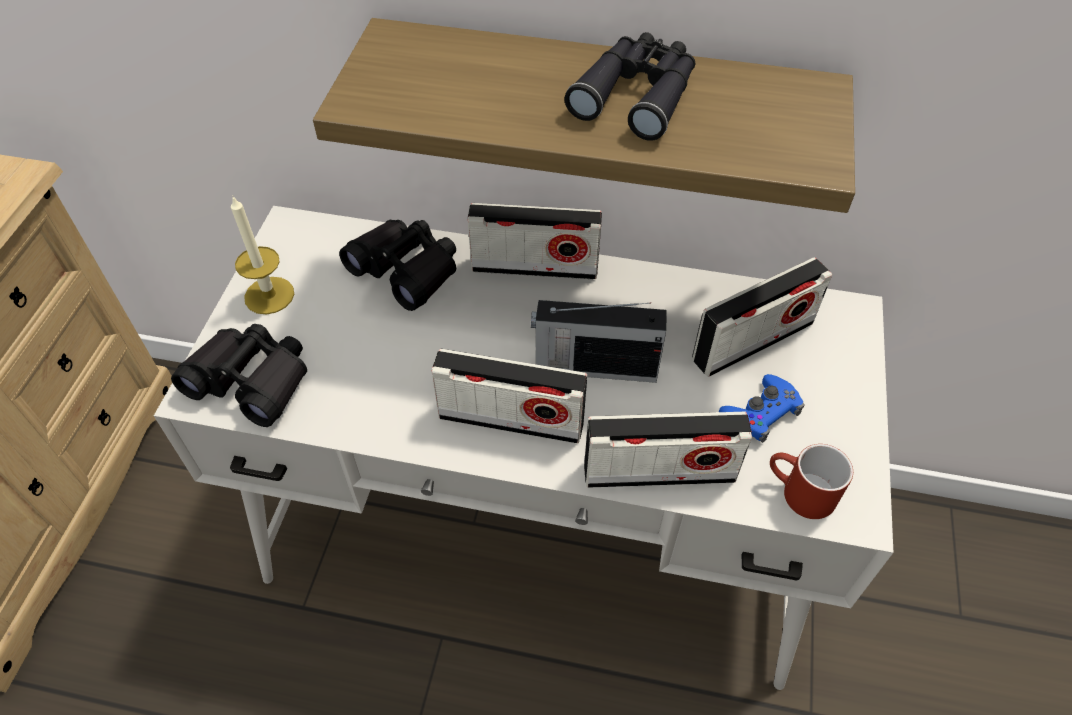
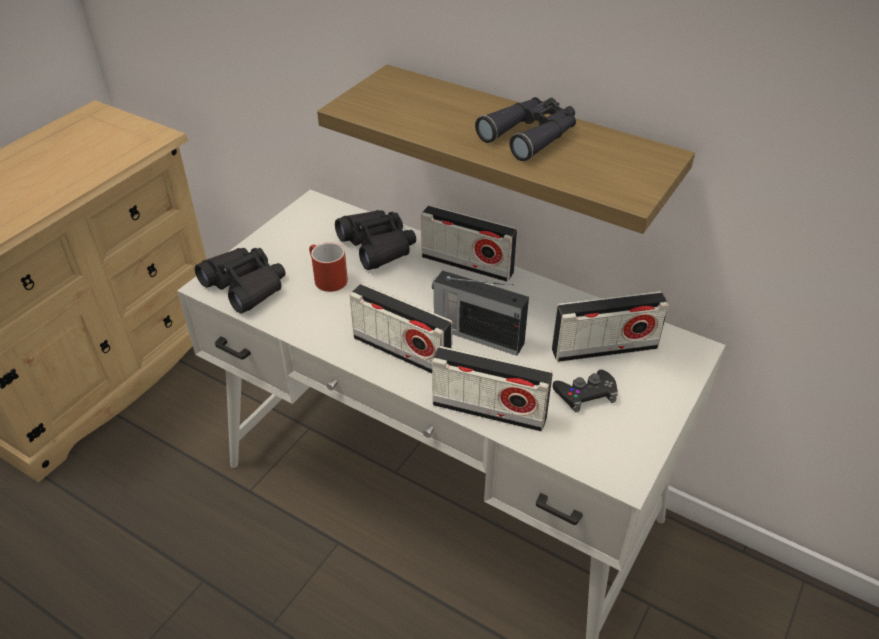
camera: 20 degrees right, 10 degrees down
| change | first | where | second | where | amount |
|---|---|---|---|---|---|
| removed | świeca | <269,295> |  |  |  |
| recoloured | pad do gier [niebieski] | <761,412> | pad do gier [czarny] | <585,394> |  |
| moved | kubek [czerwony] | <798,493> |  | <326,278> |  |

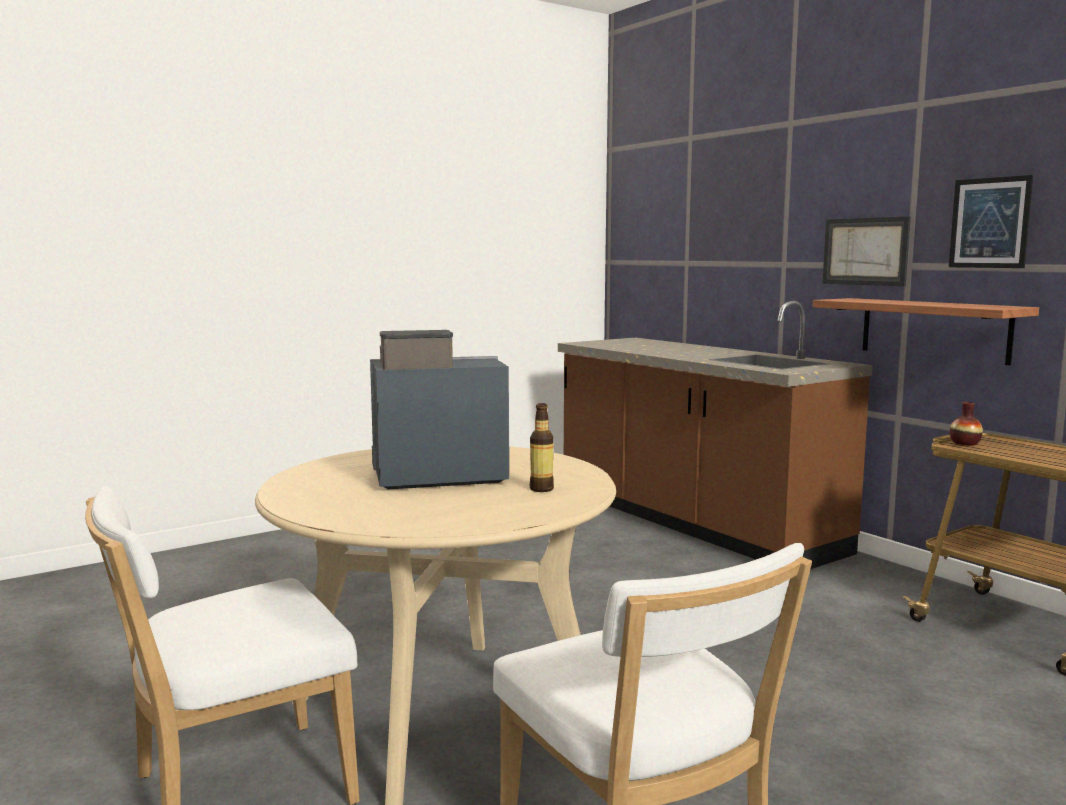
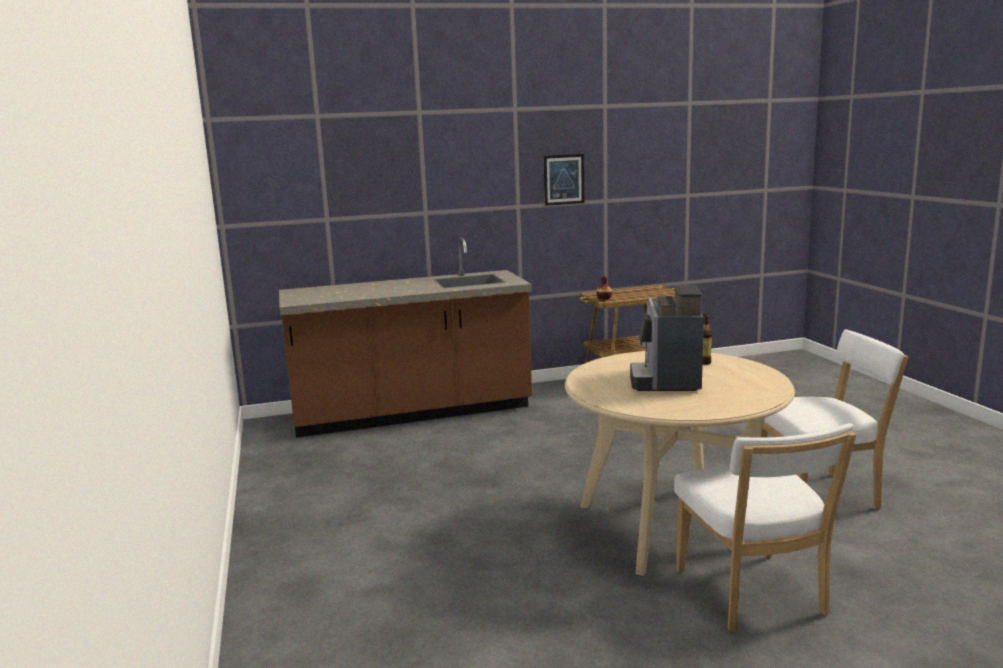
camera: 70 degrees left, 5 degrees up
| change | first | where | second | where | amount |
|---|---|---|---|---|---|
| removed | obraz | <865,251> |  |  |  |
| removed | półka | <934,329> |  |  |  |

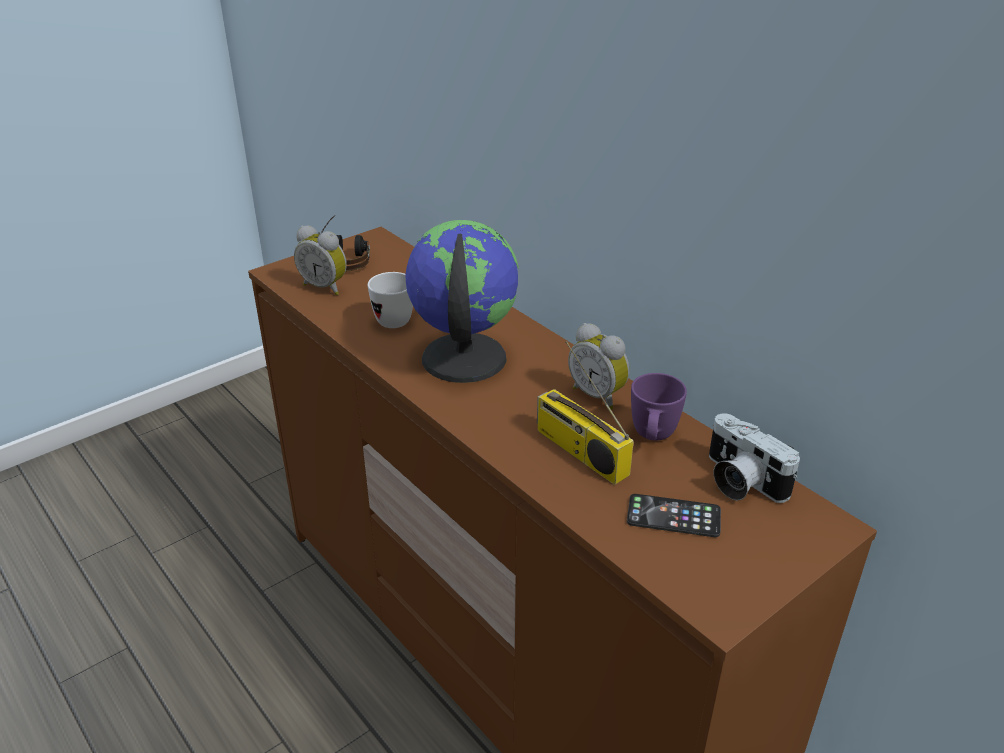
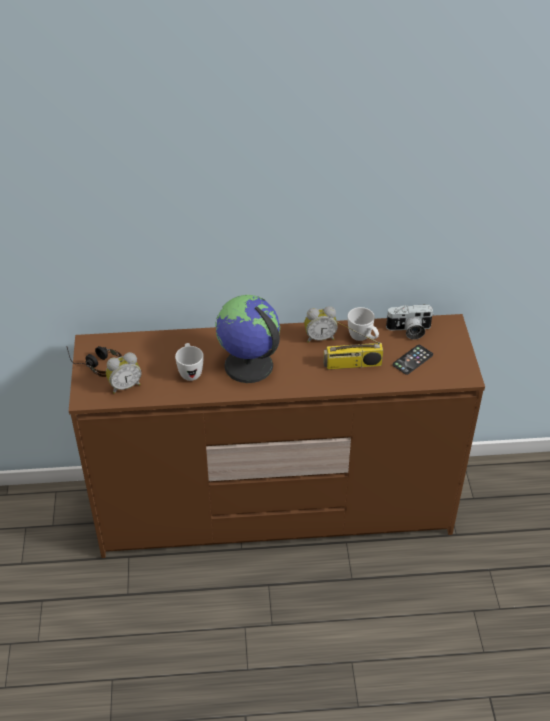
camera: 55 degrees left, 10 degrees up
| change | first | where | second | where | amount |
|---|---|---|---|---|---|
| recoloured | kubek [fioletowy] | <652,438> | kubek [biały] | <363,338> |  |

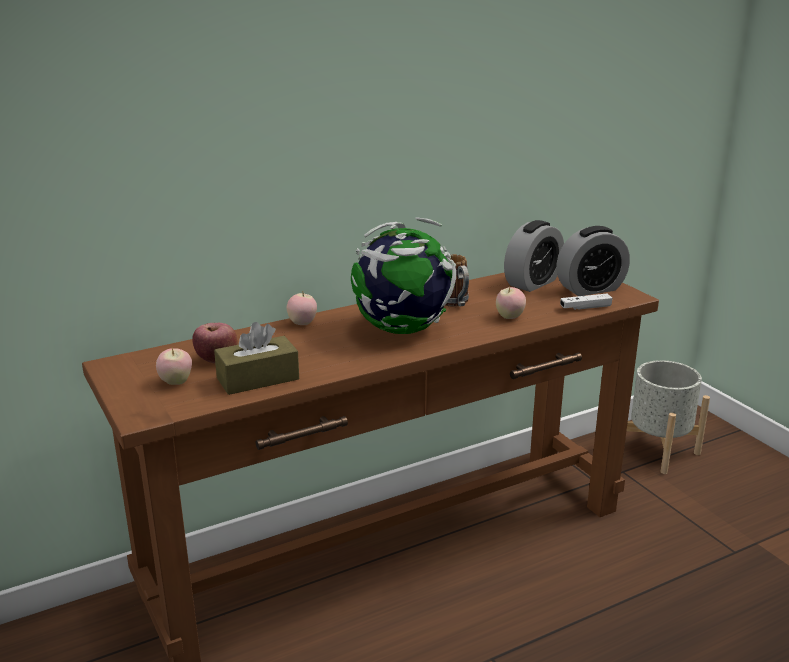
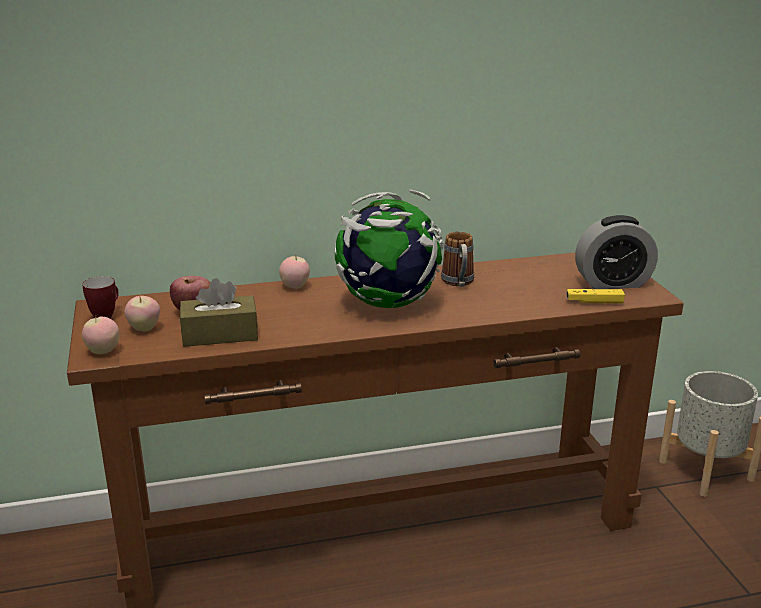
camera: 15 degrees right, 0 degrees up
| change | first | where | second | where | amount |
|---|---|---|---|---|---|
| removed | budzik | <532,283> |  |  |  |
| moved | jabłko | <509,317> |  | <103,351> |  |
| recoloured | pad do gier [biały] | <585,307> | pad do gier [żółty] | <594,302> |  |
| added |  |  | kubek | <106,315> |  |

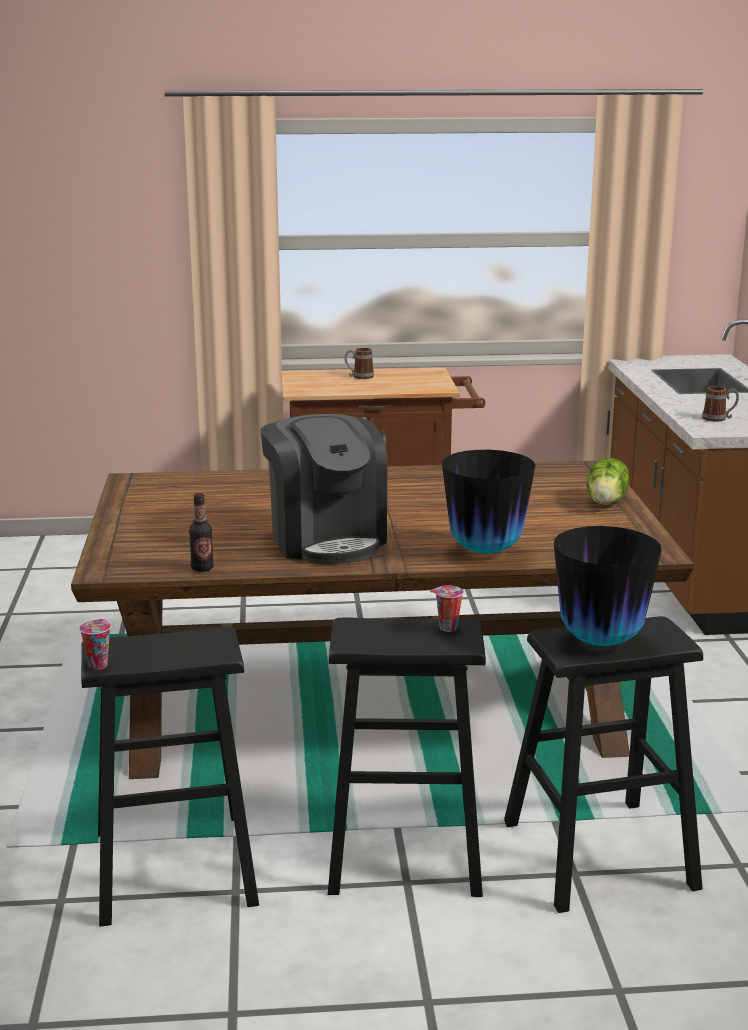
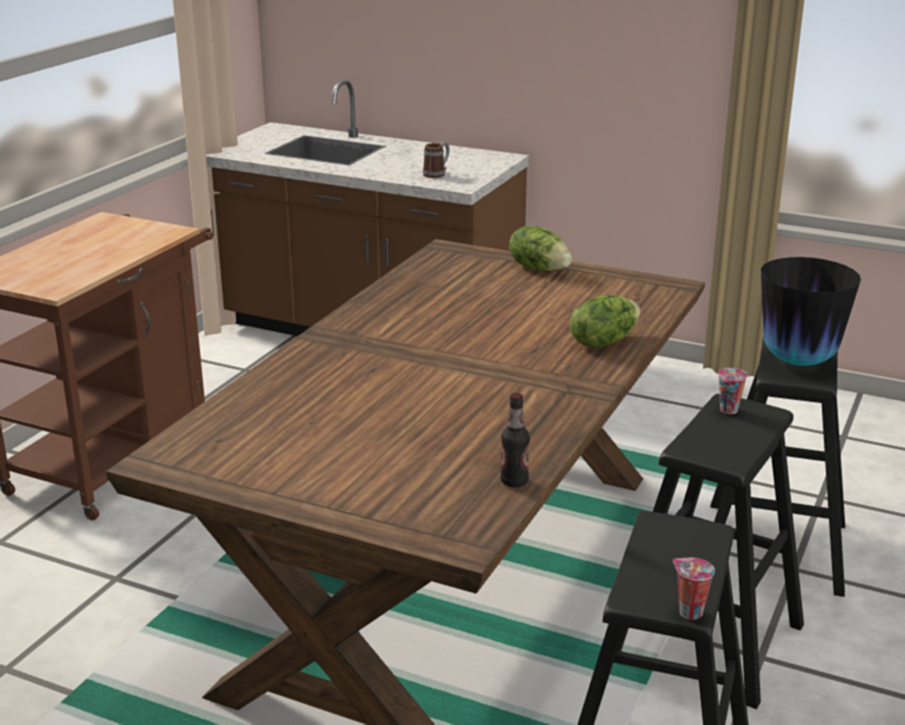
camera: 60 degrees left, 5 degrees up
| change | first | where | second | where | amount |
|---|---|---|---|---|---|
| removed | kubek | <359,377> |  |  |  |
| removed | ekspres do kawy | <326,539> |  |  |  |
| replaced | wazon | <485,550> | sałata | <603,341> |  |

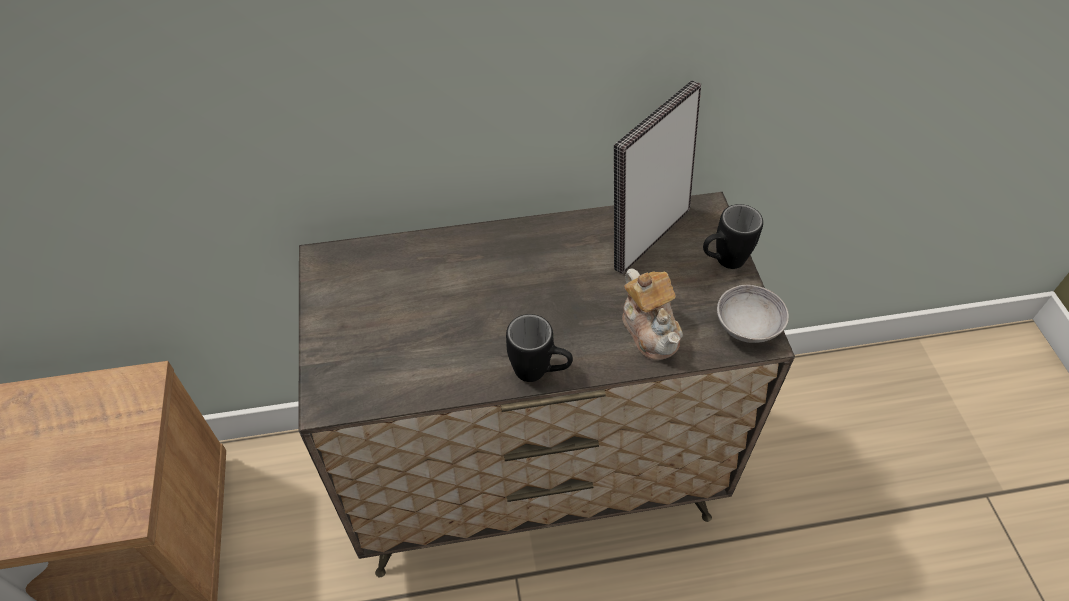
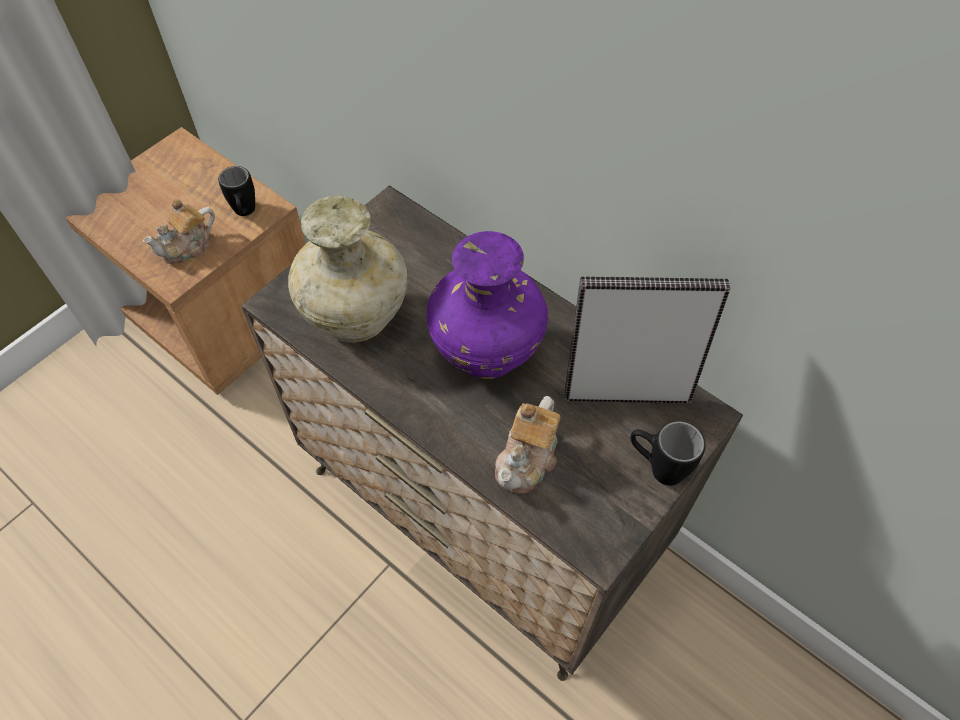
camera: 50 degrees right, 5 degrees up
| change | first | where | second | where | amount |
|---|---|---|---|---|---|
| removed | miska [szary] | <747,326> |  |  |  |
| moved | kubek [czarny] | <540,373> |  | <245,213> |  |
| added |  |  | wazon [beżowy] | <358,317> |  |
| added |  |  | imbryk | <188,247> |  |
| added |  |  | wazon [fioletowy] | <487,350> |  |

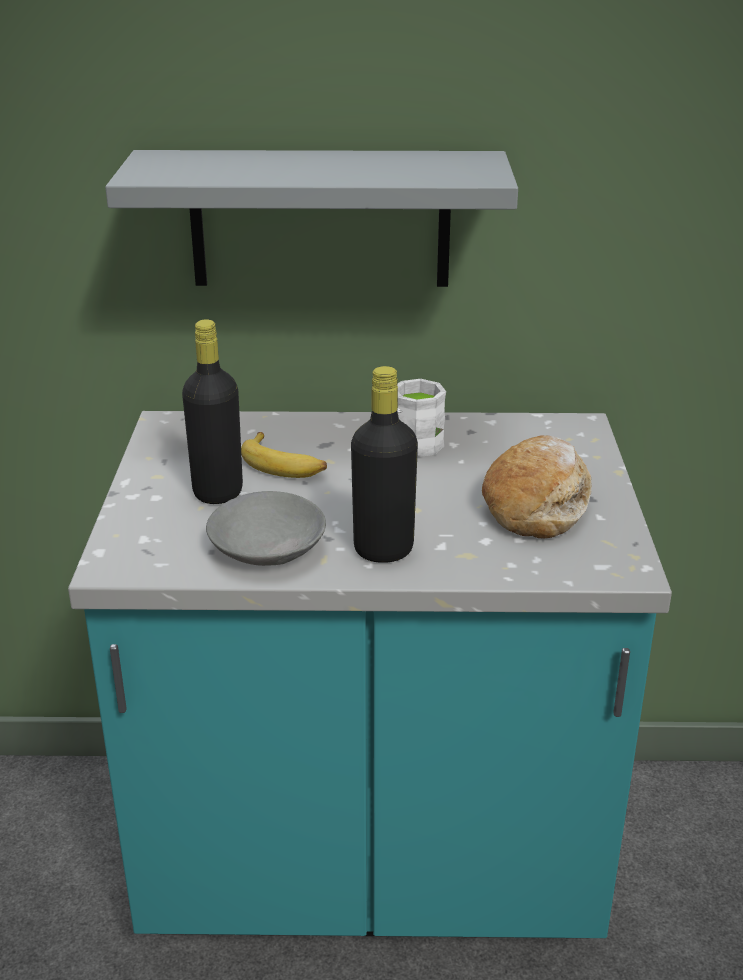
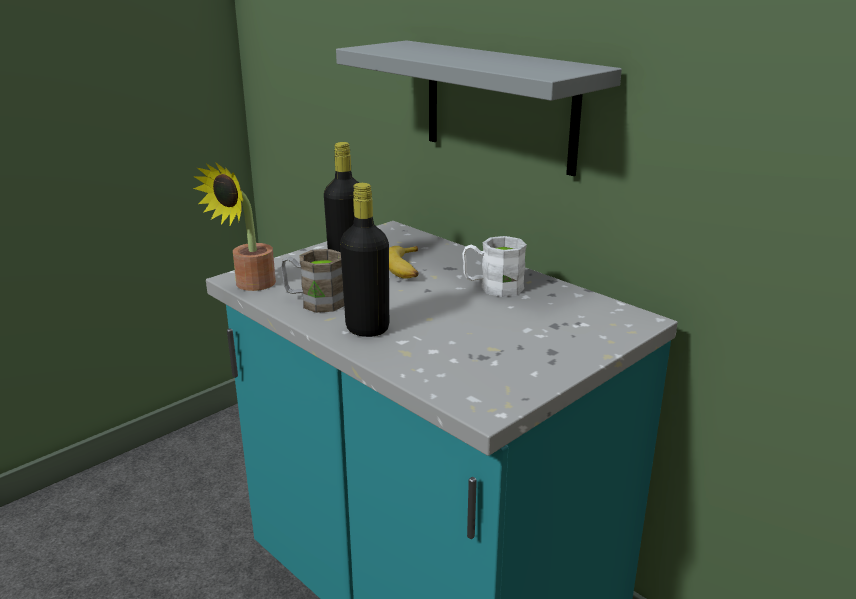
camera: 45 degrees right, 5 degrees down
| change | first | where | second | where | amount |
|---|---|---|---|---|---|
| removed | chleb | <537,503> |  |  |  |
| replaced | miska [szary] | <268,549> | kubek [brązowy] | <314,302> |  |
| added |  |  | roślina doniczkowa | <249,285> |  |

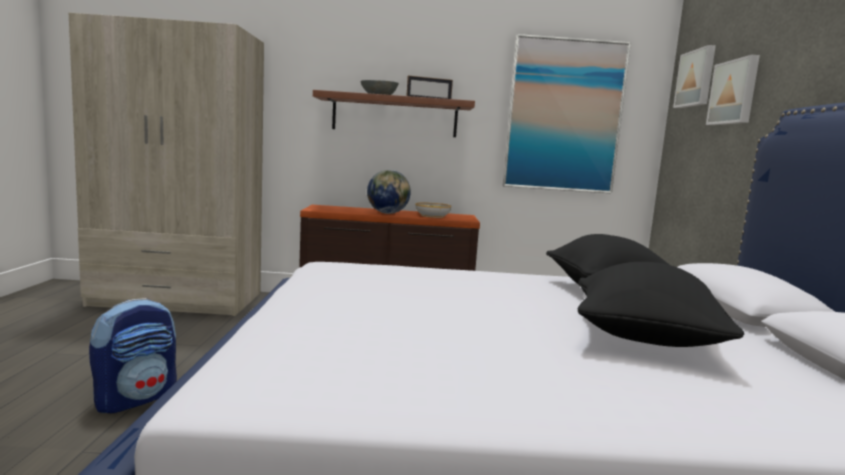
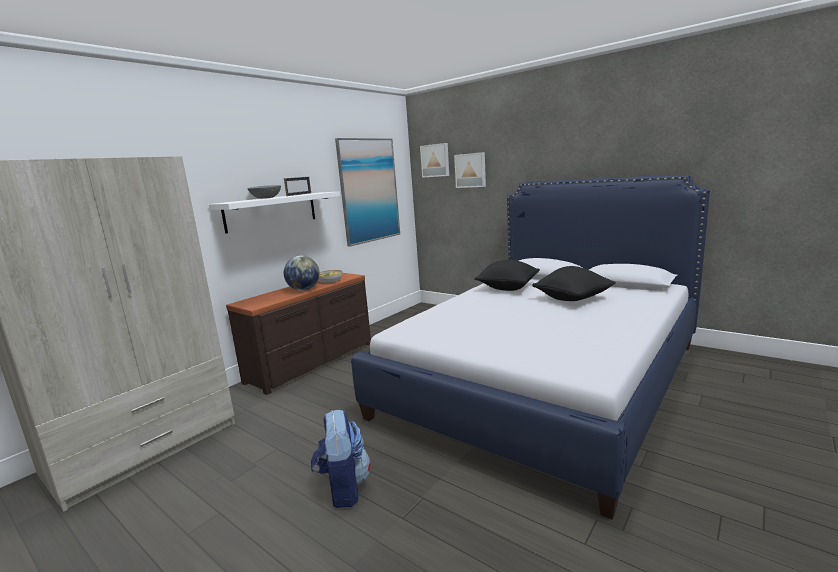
camera: 50 degrees left, 5 degrees up
| change | first | where | second | where | amount |
|---|---|---|---|---|---|
| recoloured | półka [brązowy] | <395,116> | półka [biały] | <271,211> |  |

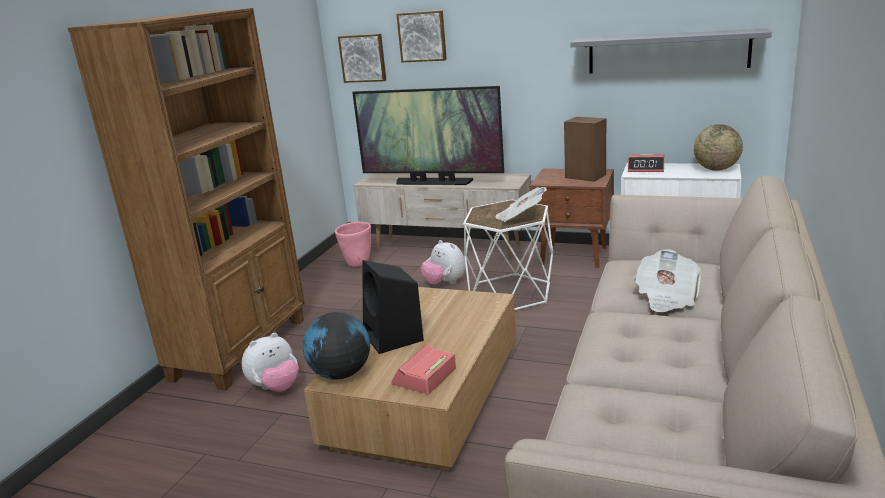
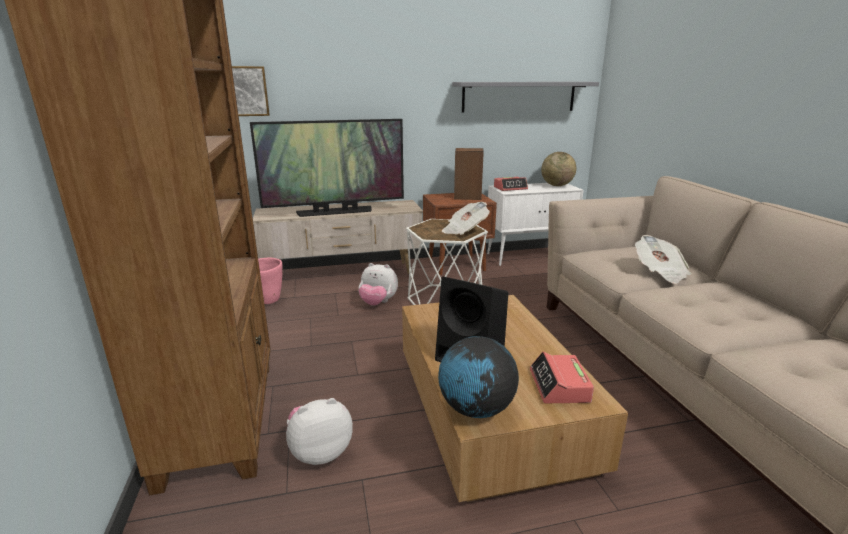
camera: 35 degrees left, 0 degrees up
| change | first | where | second | where | amount |
|---|---|---|---|---|---|
| removed | obraz | <422,36> |  |  |  |
| turned | pluszak | <276,388> |  | <320,452> | 135 degrees counterclockwise |

